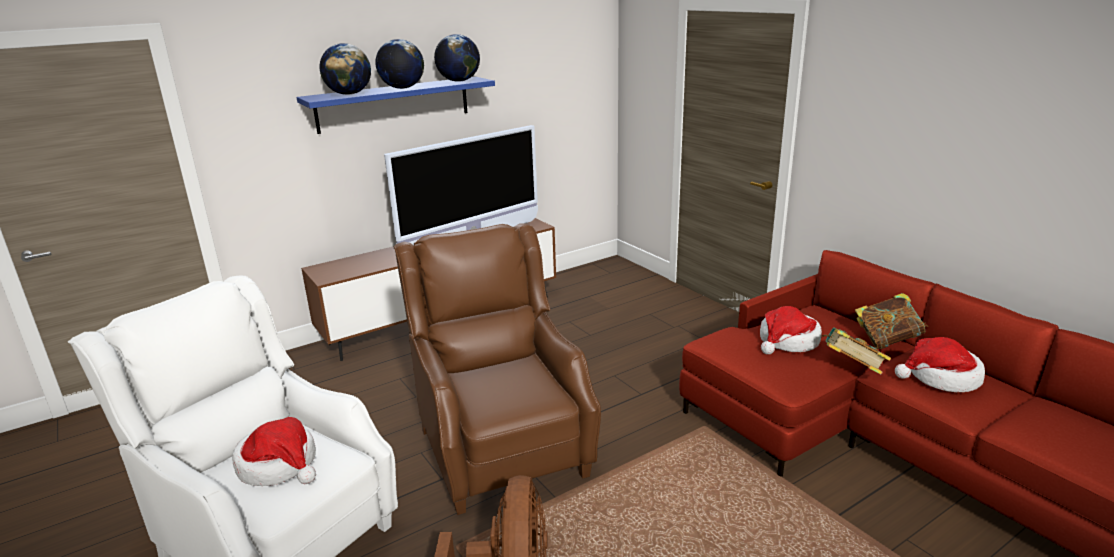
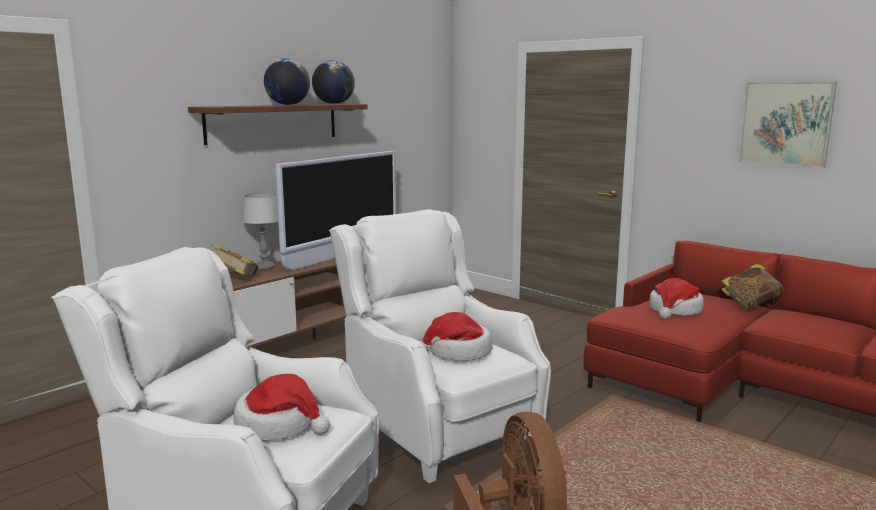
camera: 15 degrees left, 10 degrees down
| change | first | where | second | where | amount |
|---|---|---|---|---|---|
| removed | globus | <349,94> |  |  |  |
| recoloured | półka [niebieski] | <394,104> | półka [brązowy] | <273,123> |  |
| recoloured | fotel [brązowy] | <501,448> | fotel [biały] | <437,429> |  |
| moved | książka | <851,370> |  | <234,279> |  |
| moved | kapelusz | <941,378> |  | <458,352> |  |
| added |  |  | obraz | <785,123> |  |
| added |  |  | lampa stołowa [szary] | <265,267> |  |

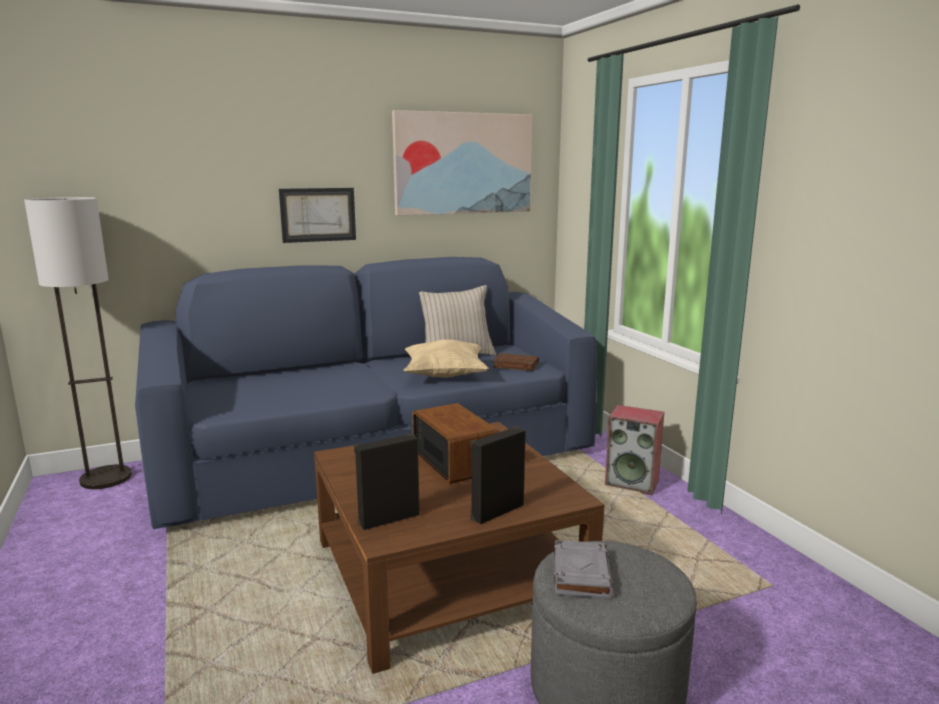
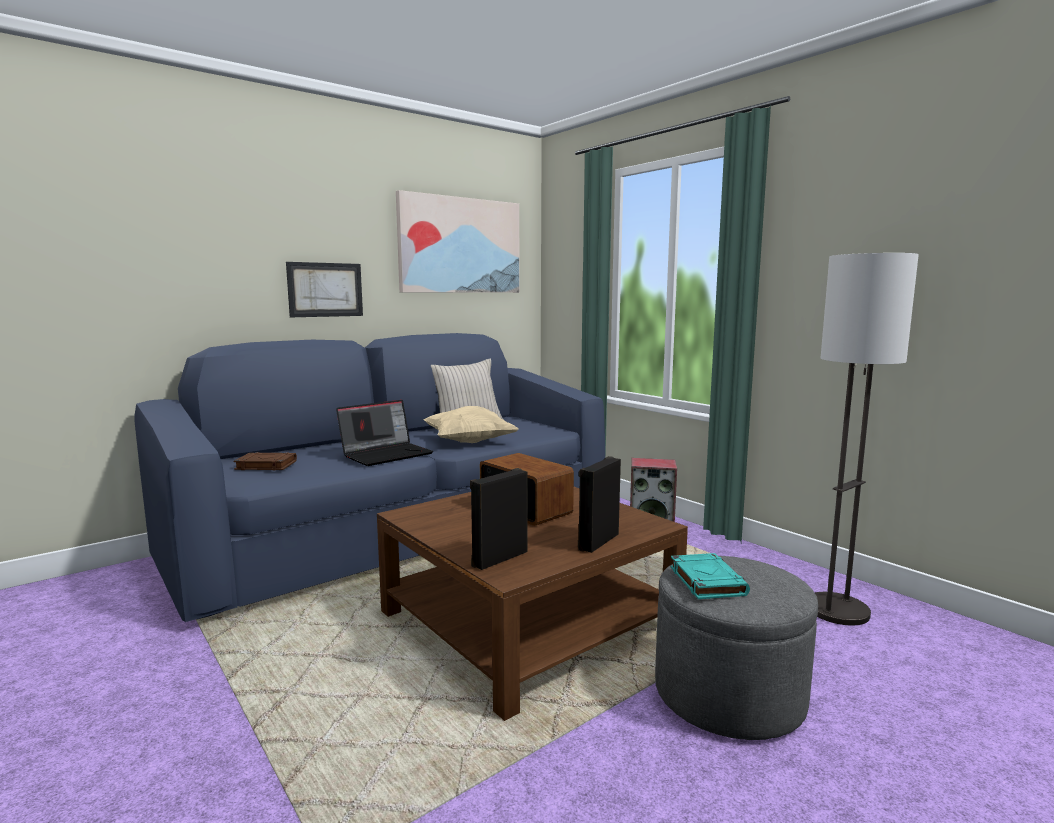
camera: 15 degrees left, 5 degrees down
| change | first | where | second | where | amount |
|---|---|---|---|---|---|
| moved | lampa stojąca | <106,478> |  | <837,610> |  |
| moved | książka [brązowy] | <515,365> |  | <265,465> |  |
| recoloured | książka [szary] | <581,573> | książka [turkusowy] | <706,581> |  |
| added |  |  | laptop | <387,454> |  |

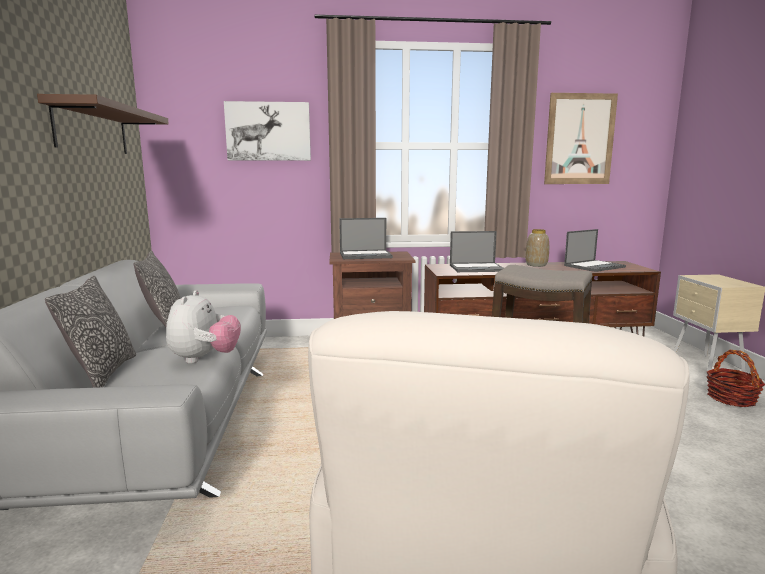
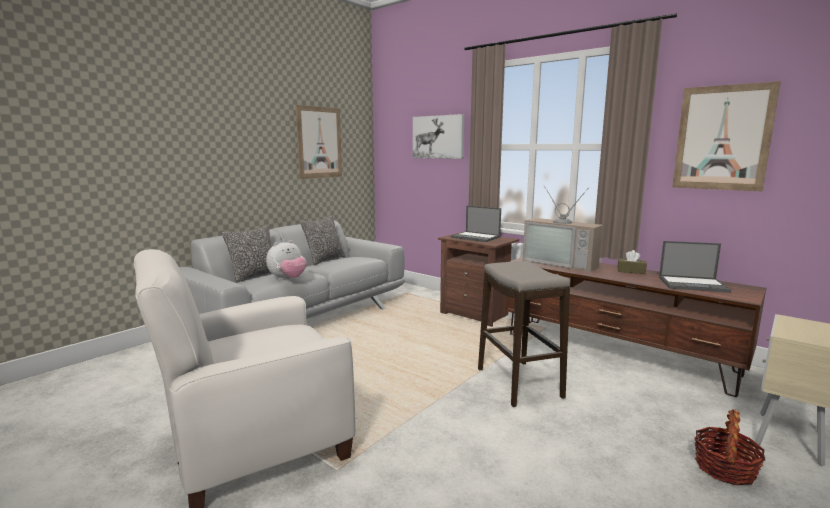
camera: 45 degrees right, 0 degrees up
| change | first | where | second | where | amount |
|---|---|---|---|---|---|
| replaced | półka [brązowy] | <92,129> | obraz | <319,142> |  |
| replaced | wazon | <536,265> | pudełko chusteczek [brązowy] | <631,271> |  |
| replaced | laptop | <477,268> | telewizor | <562,263> |  |

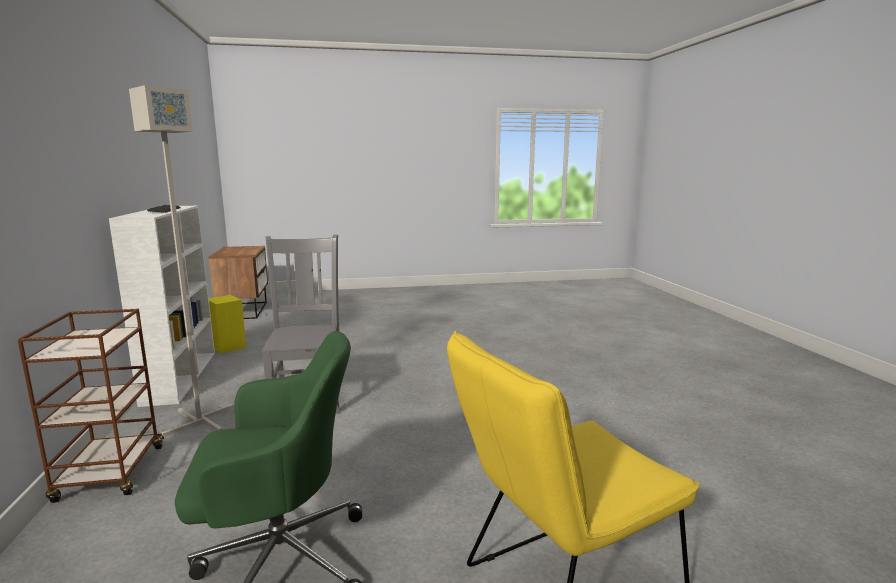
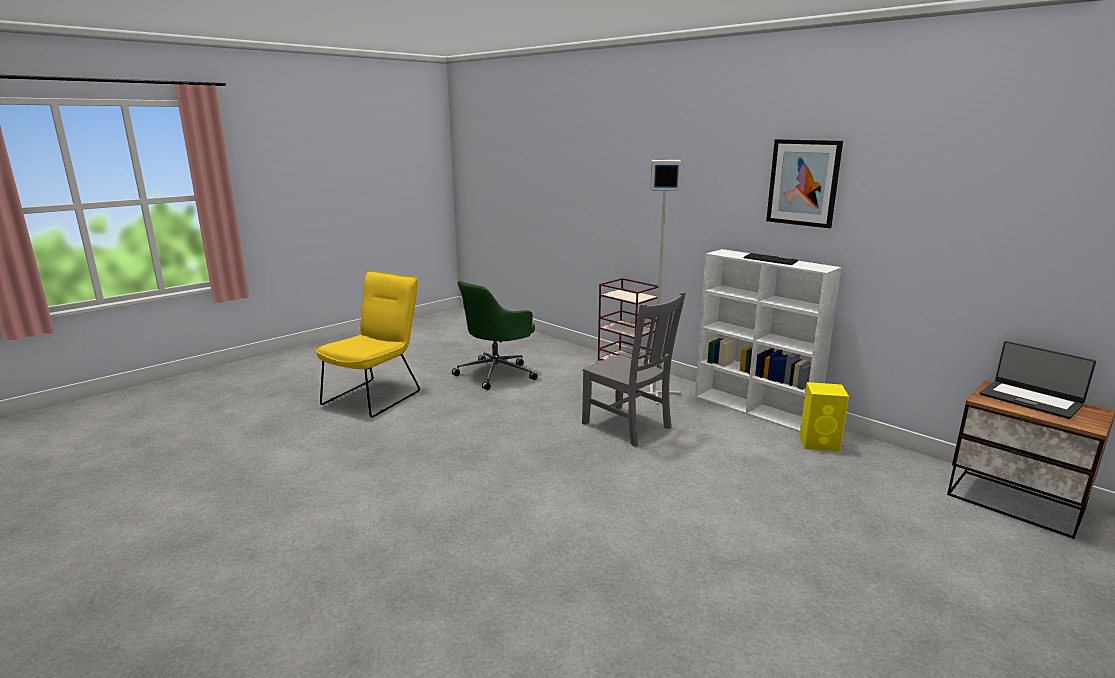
camera: 145 degrees right, 5 degrees up
| change | first | where | second | where | amount |
|---|---|---|---|---|---|
| added |  |  | obraz | <803,183> |  |
| added |  |  | laptop | <1030,400> |  |

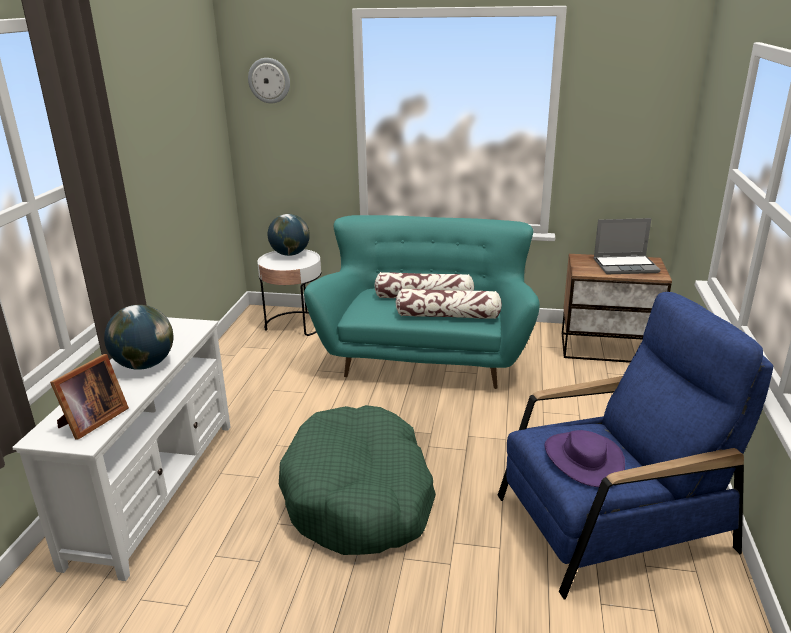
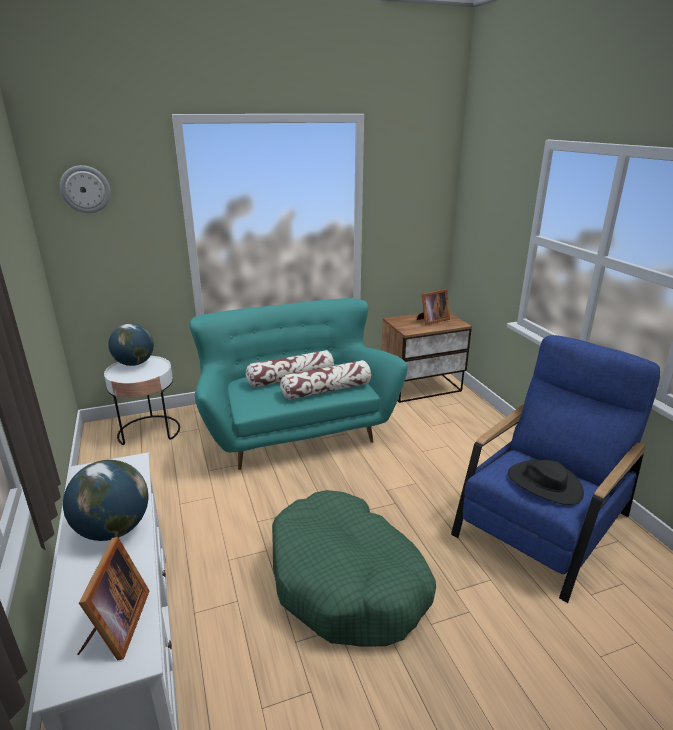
camera: 30 degrees left, 0 degrees up
| change | first | where | second | where | amount |
|---|---|---|---|---|---|
| replaced | laptop | <626,266> | ramka na zdjęcie | <431,320> |  |
| recoloured | kapelusz [fioletowy] | <583,459> | kapelusz [czarny] | <544,484> |  |

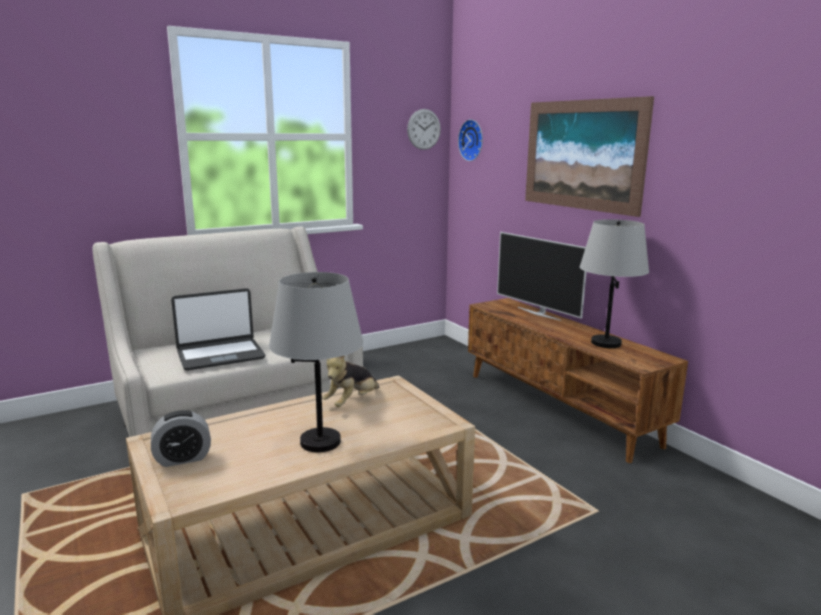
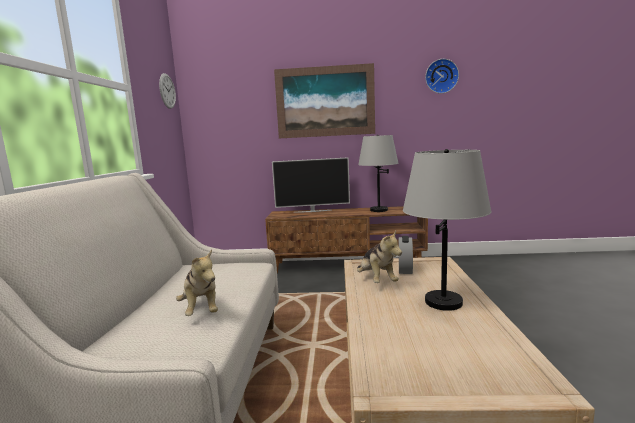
camera: 55 degrees left, 5 degrees down
| change | first | where | second | where | amount |
|---|---|---|---|---|---|
| moved | zegar ścienny | <472,140> |  | <441,76> |  |
| replaced | laptop | <220,355> | pluszak | <201,310> |  |
| moved | budzik | <183,459> |  | <405,269> |  |

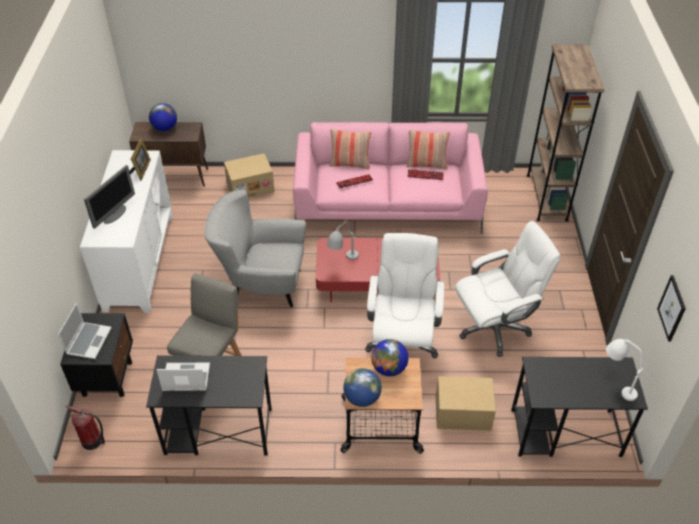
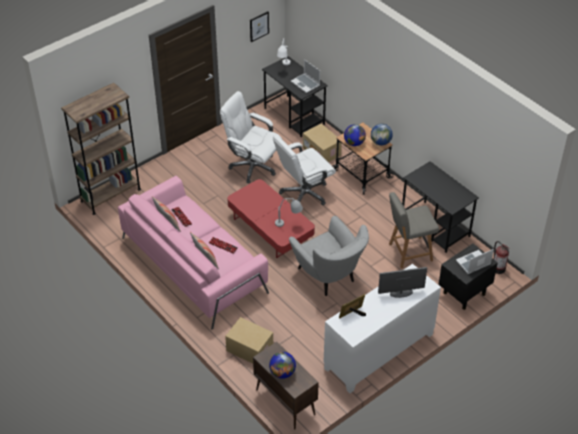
camera: 130 degrees left, 0 degrees up
| change | first | where | second | where | amount |
|---|---|---|---|---|---|
| moved | laptop | <185,378> |  | <306,84> |  |

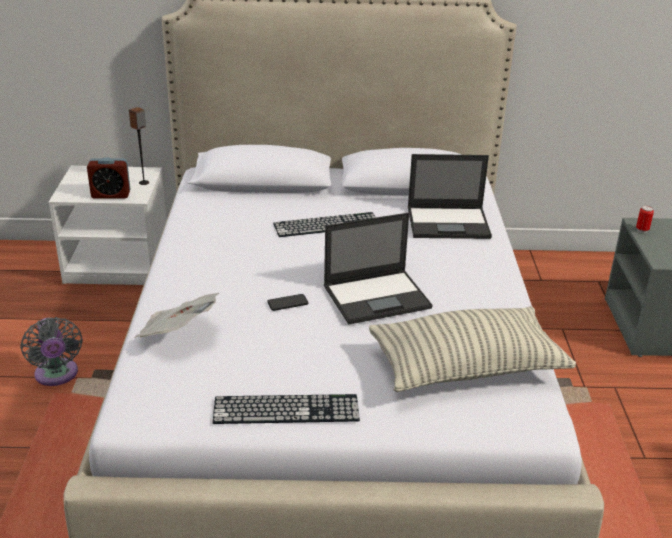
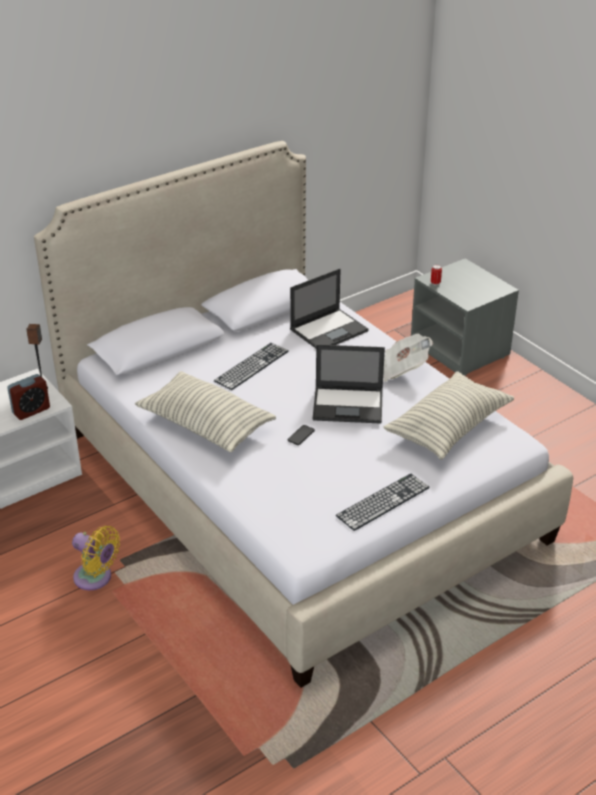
camera: 35 degrees left, 5 degrees up
| change | first | where | second | where | amount |
|---|---|---|---|---|---|
| turned | laptop | <378,296> |  | <349,405> | 60 degrees clockwise |
| moved | gazeta | <178,334> |  | <399,370> |  |
| recoloured | wentylator [szary] | <57,375> | wentylator [żółty] | <96,578> |  |
| added |  |  | poduszka | <205,425> |  |

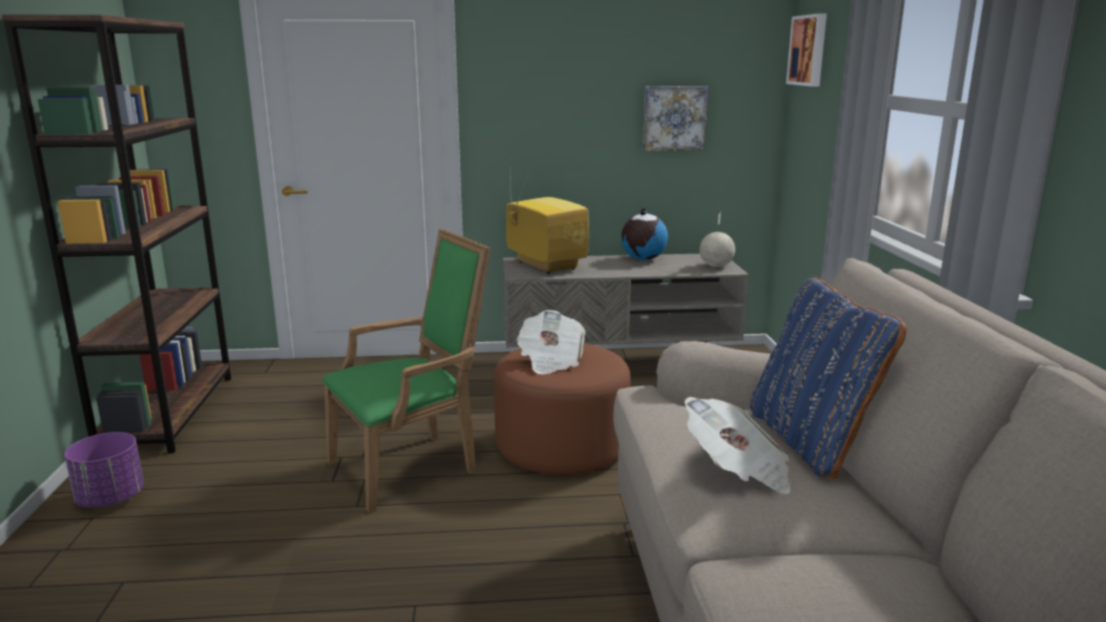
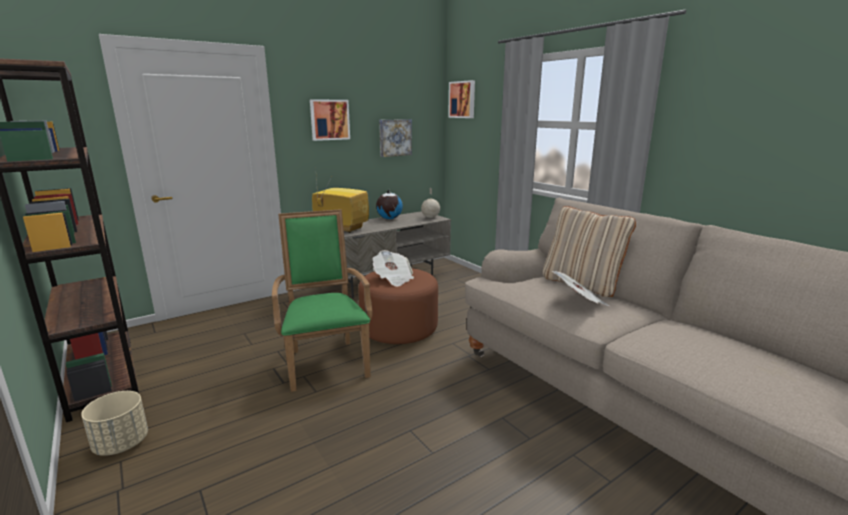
camera: 30 degrees left, 0 degrees up
| change | first | where | second | where | amount |
|---|---|---|---|---|---|
| turned | fotel [zielony] | <412,466> |  | <325,360> | 45 degrees counterclockwise |
| recoloured | poduszka [niebieski] | <811,441> | poduszka [beżowy] | <582,284> |  |
| recoloured | donica [fioletowy] | <111,499> | donica [beżowy] | <122,444> |  |
| added |  |  | obraz | <329,119> |  |

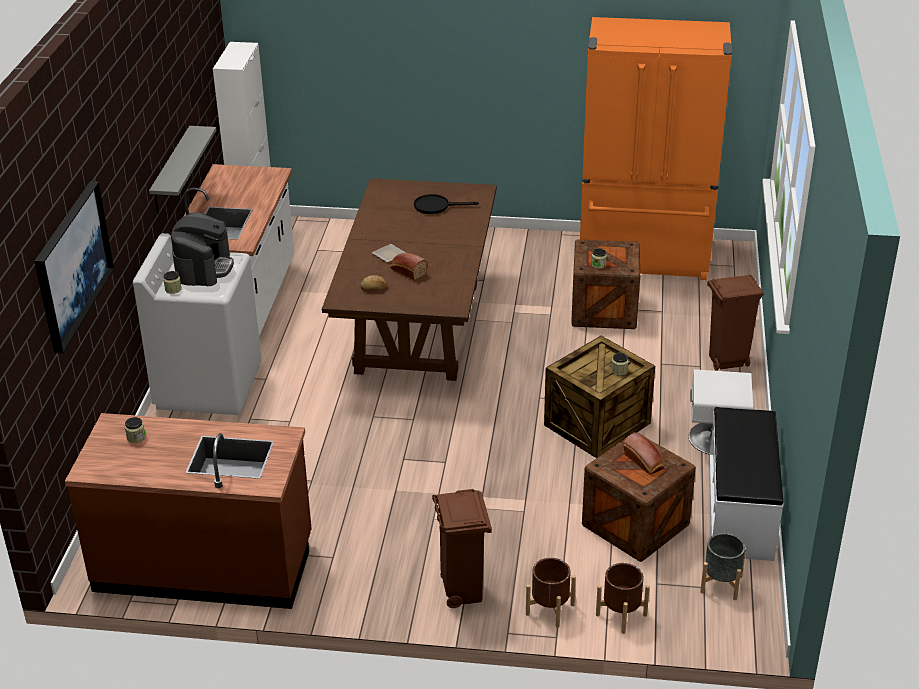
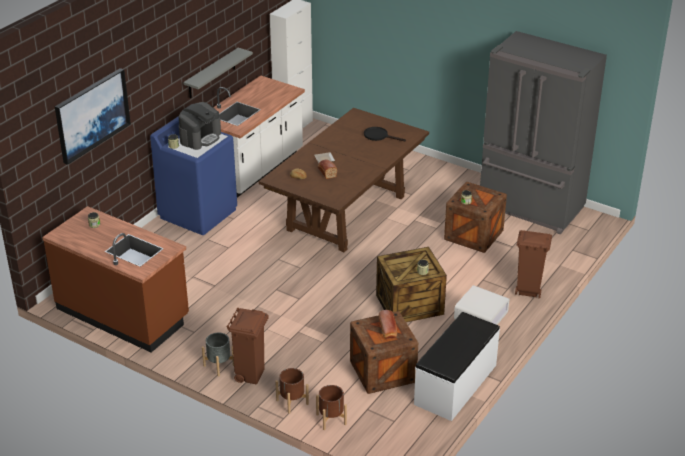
camera: 25 degrees right, 0 degrees up
| change | first | where | second | where | amount |
|---|---|---|---|---|---|
| recoloured | lodówka [pomarańczowy] | <644,258> | lodówka [szary] | <530,208> |  |
| recoloured | pralka [biały] | <208,386> | pralka [niebieski] | <198,213> |  |
| moved | donica [szary] | <721,584> |  | <219,365> |  |

